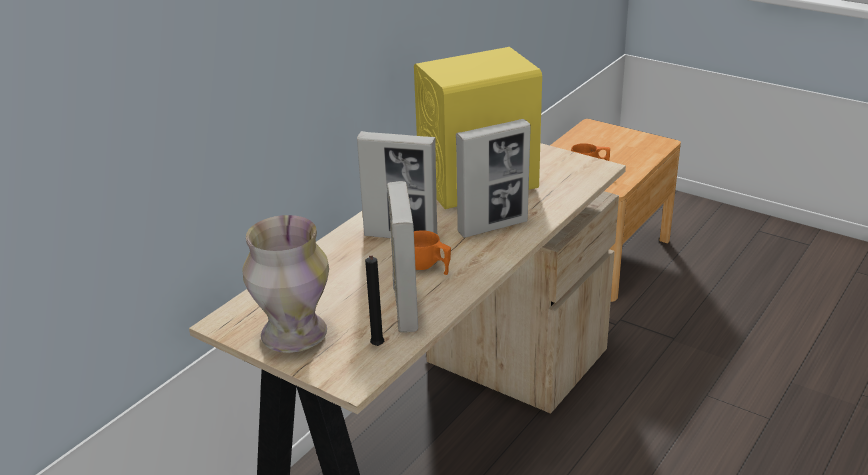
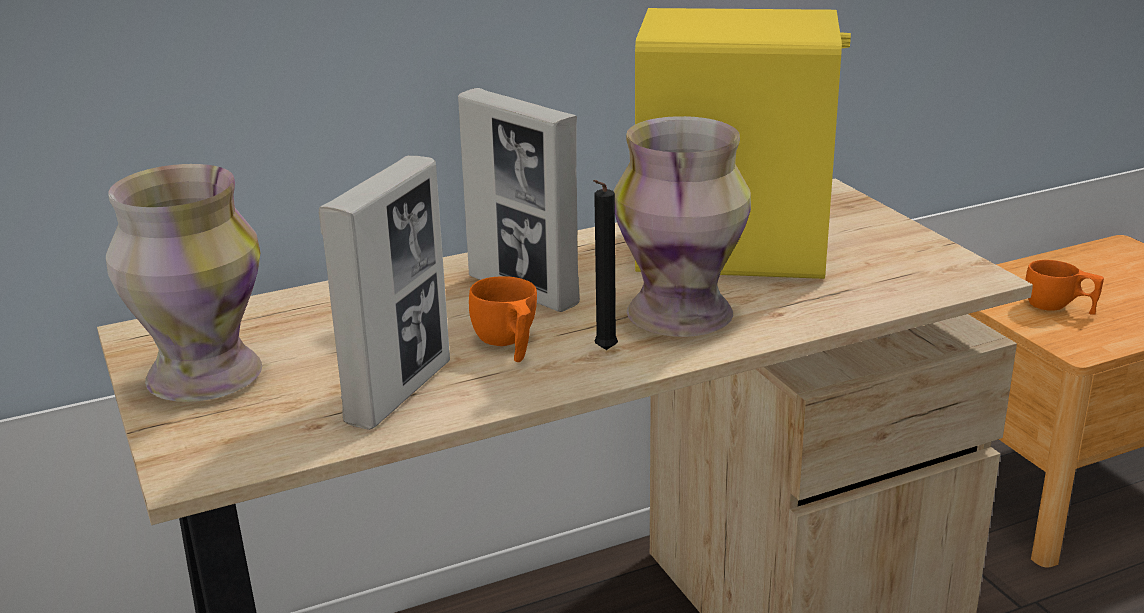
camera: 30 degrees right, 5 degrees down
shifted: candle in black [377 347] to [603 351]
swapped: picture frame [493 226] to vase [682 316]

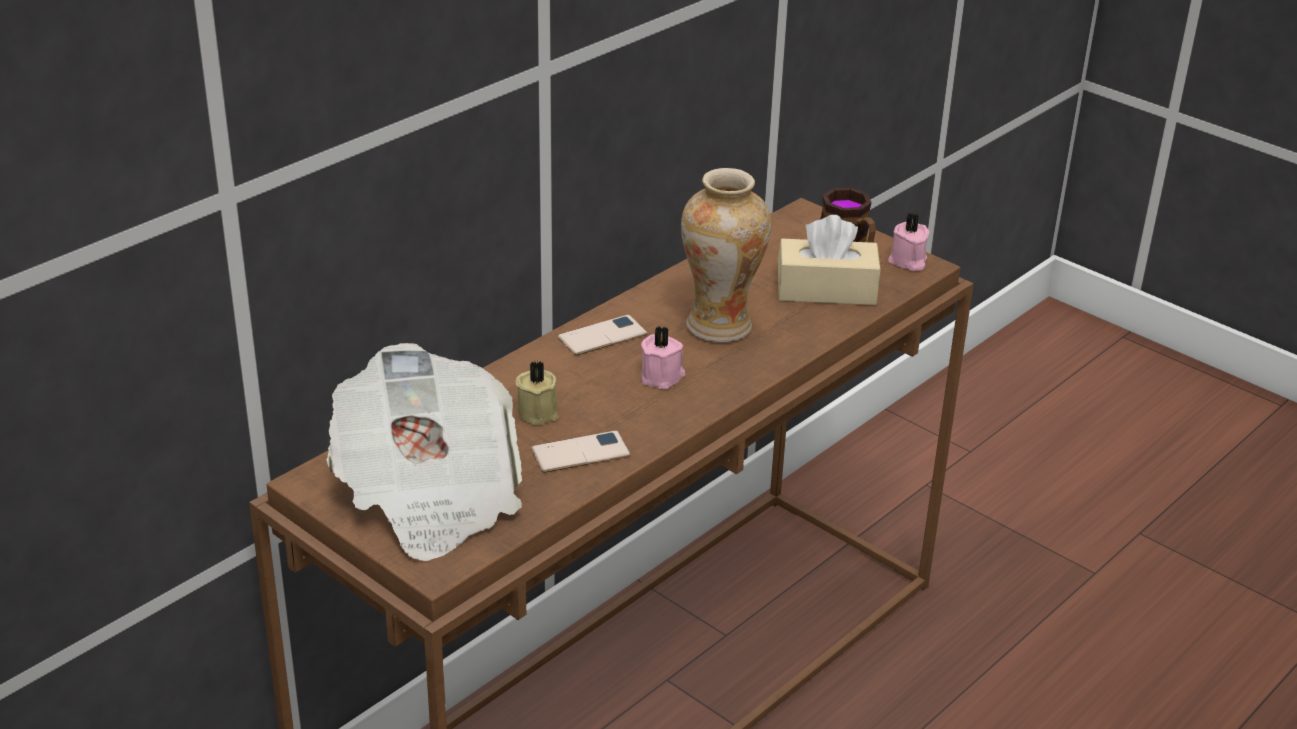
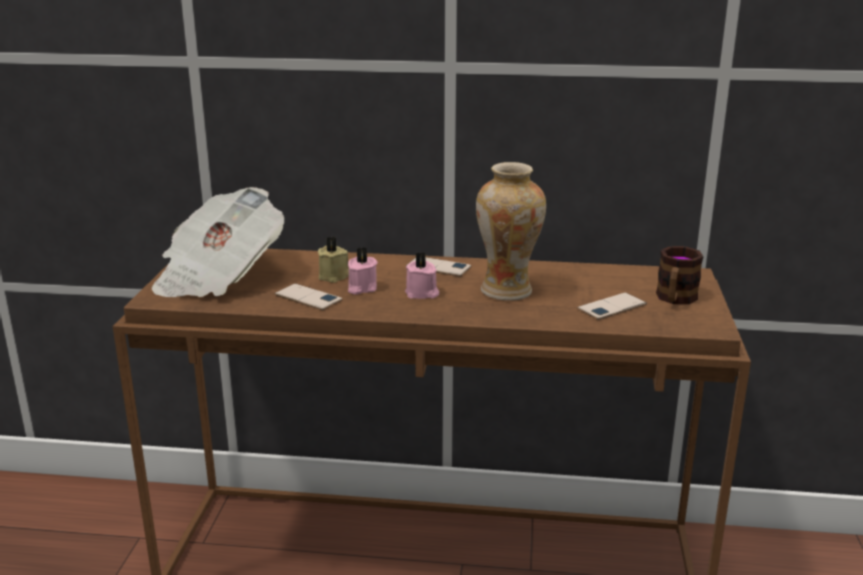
camera: 55 degrees right, 10 degrees down
shifted: candle in pink [908 261] to [361 288]
swapped: tissue box in beige [826 290] to phone [612 307]

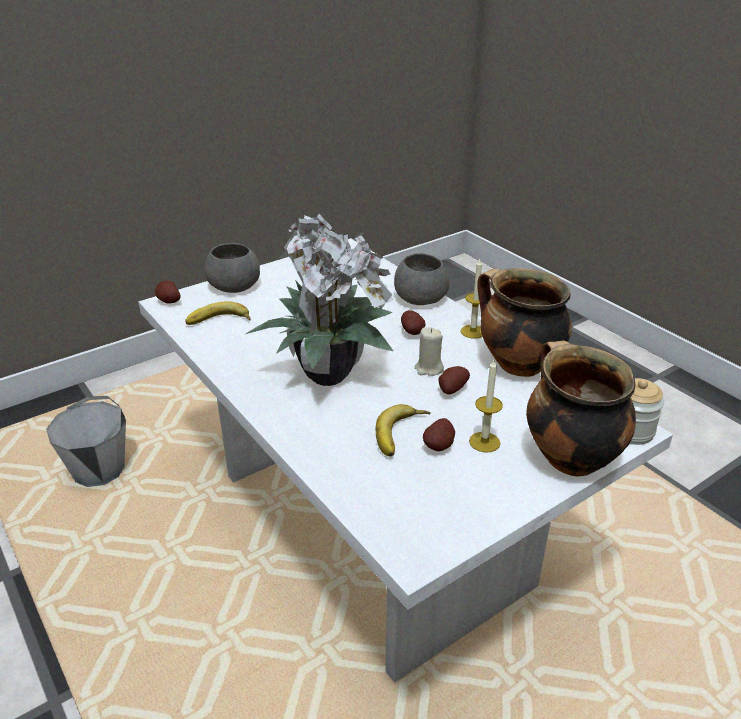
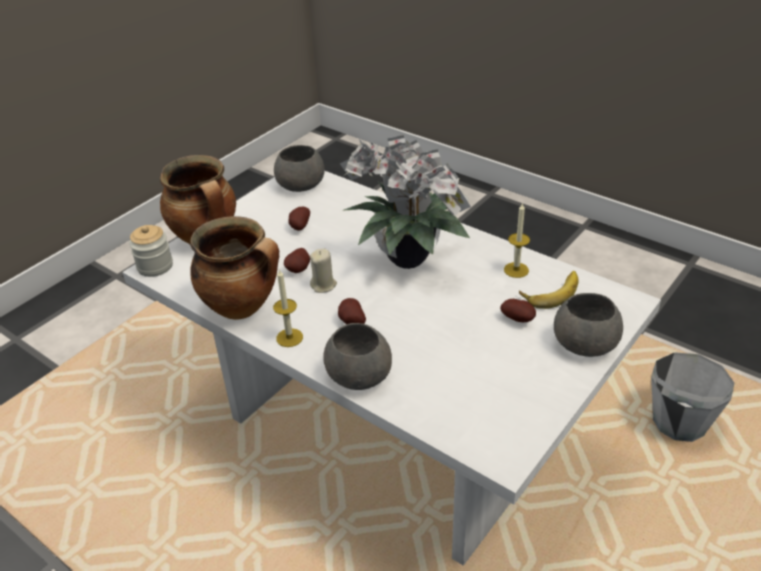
camera: 165 degrees right, 5 degrees up
gone: banana [402 435]
new: bowl in grey [302 184]
shifted: potato [168 302] to [518 319]; candle [484 442] to [516 270]

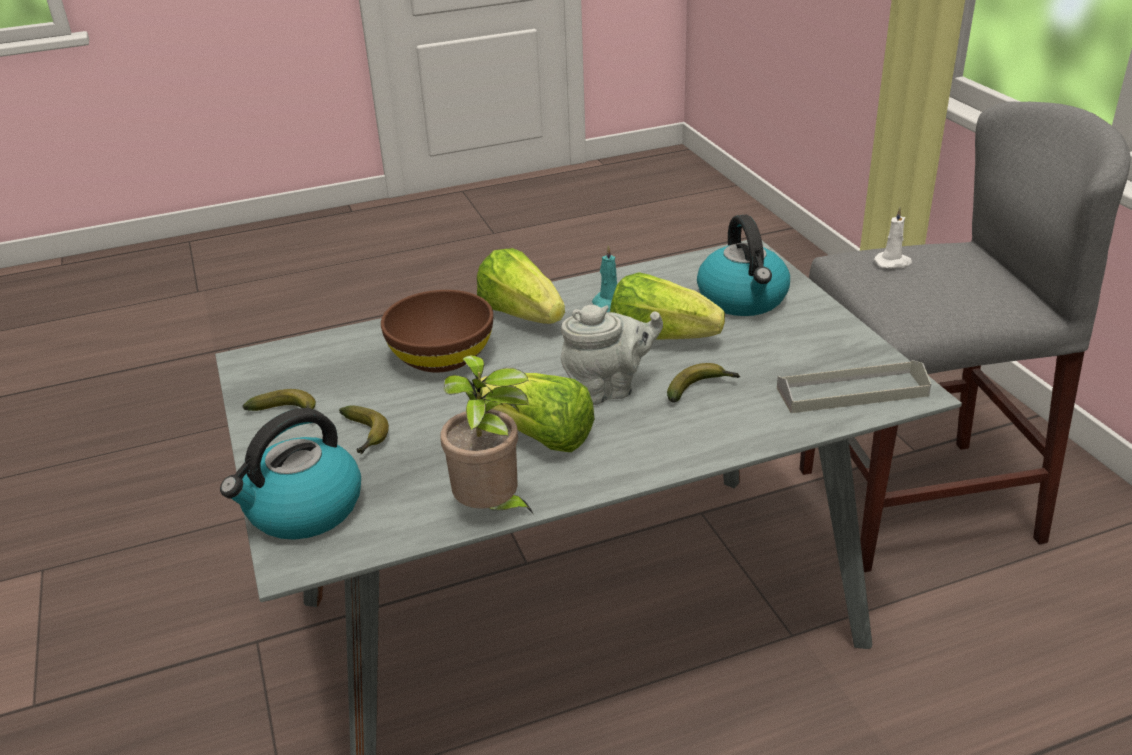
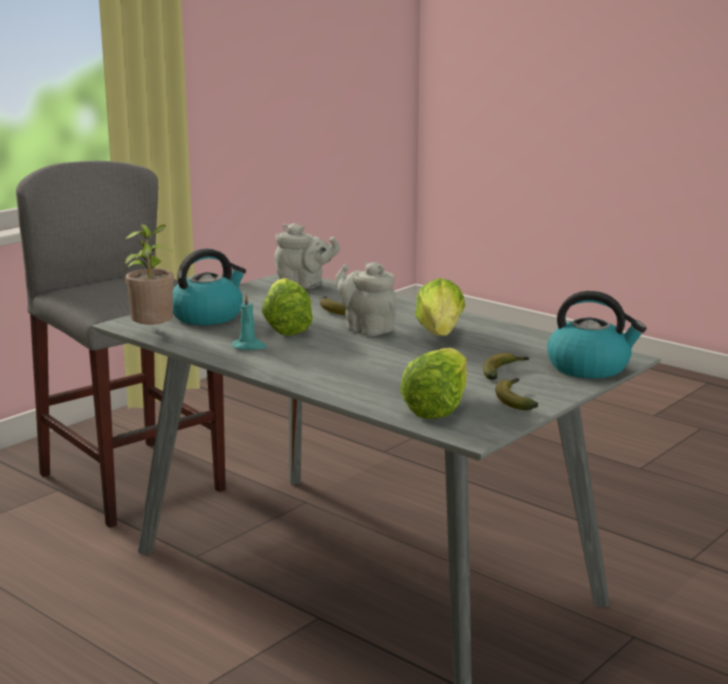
camera: 120 degrees left, 15 degrees down
gone: bowl in brown [441 357]; candle in white [893 263]
shifted: potted plant [492 510] to [153 333]; lettuce [522 315] to [437 407]
swapped: tray in grey [852 392] to teapot in grey [304 285]

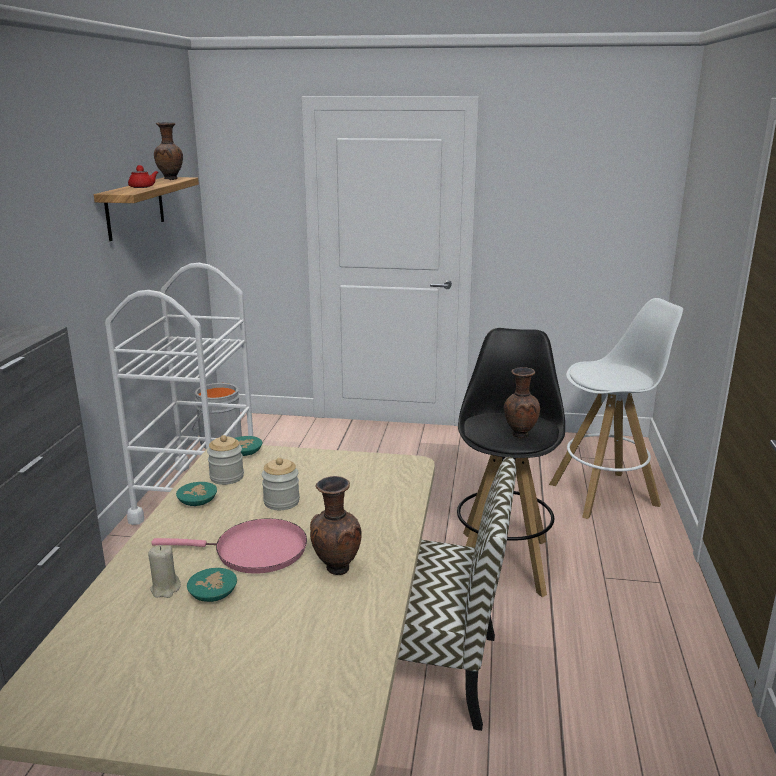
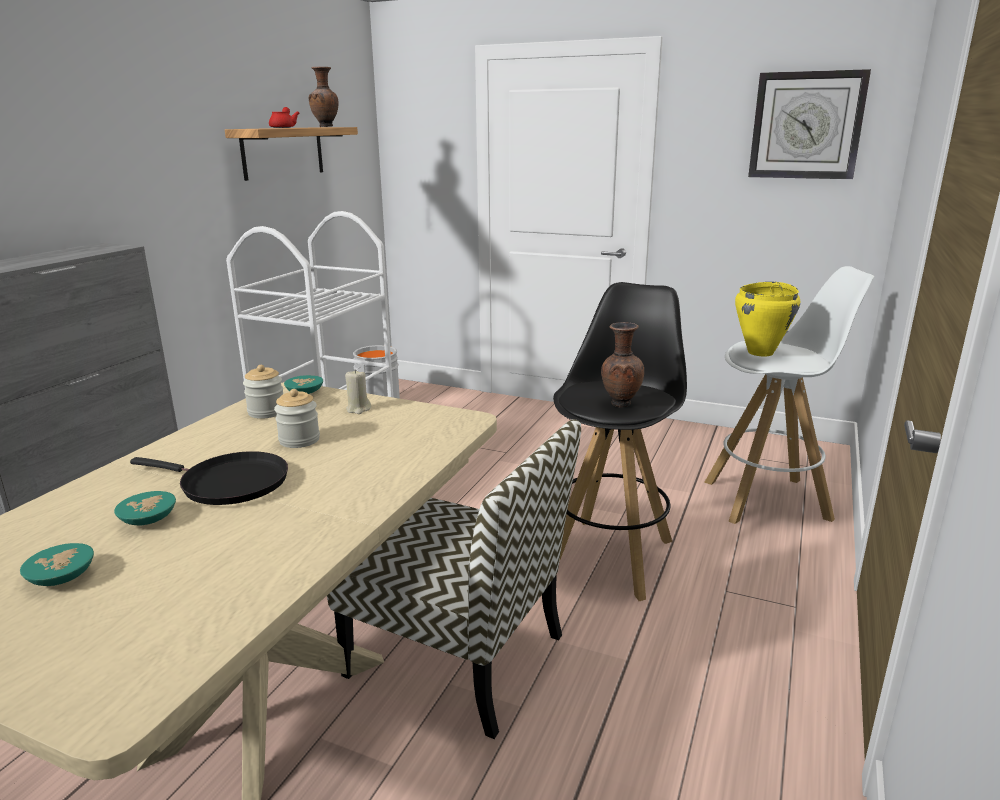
camera: 15 degrees right, 0 degrees up
gone: vase in brown [335 569]
new: cooking pot in yellow [761 352]; wall clock [806 125]
shifted: candle in beige [165 589] to [358 409]; bowl in turquoise [198 501] to [64 576]
repainted: frying pan in pink [254 551] to frying pan in black [228 483]

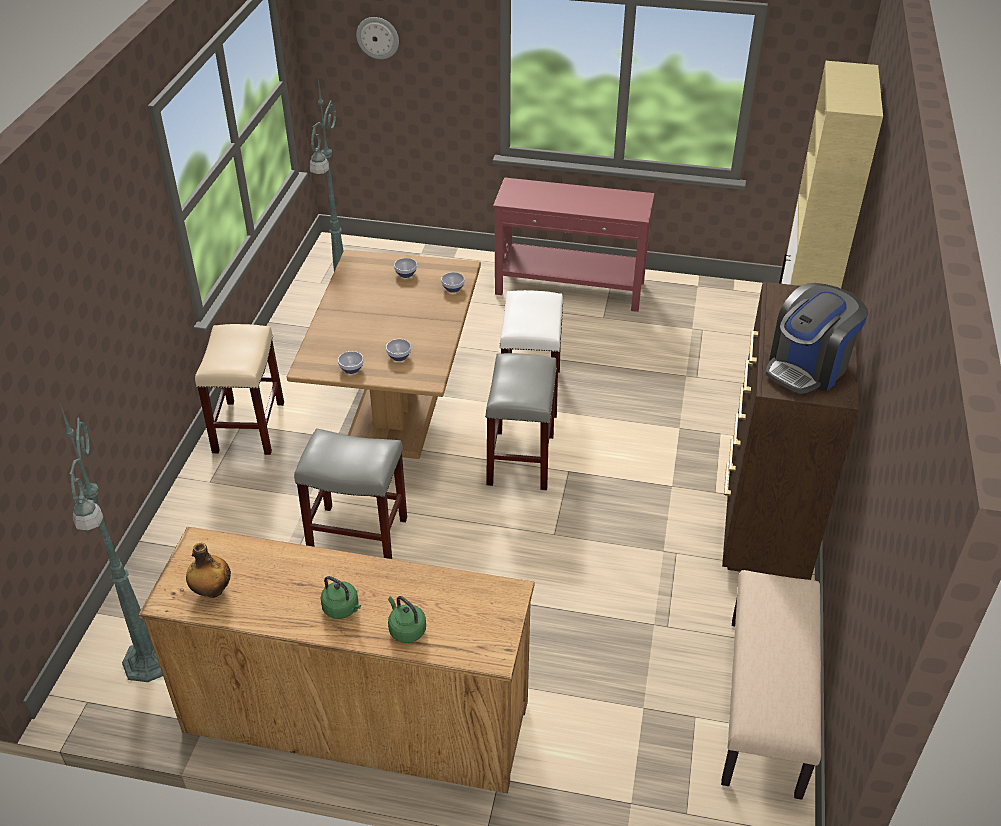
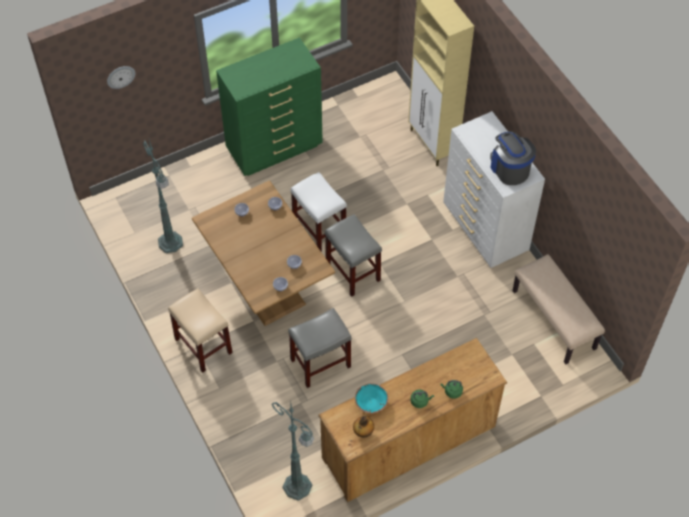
camera: 40 degrees left, 15 degrees up
new: bowl in turquoise [371 402]
swapped: console table in red [570 288] to dresser in green [275 148]
repainted: dresser in brown [764 519] to dresser in white [484 230]
rotated: coffee machine [808 367] = [509 168] 150 degrees clockwise

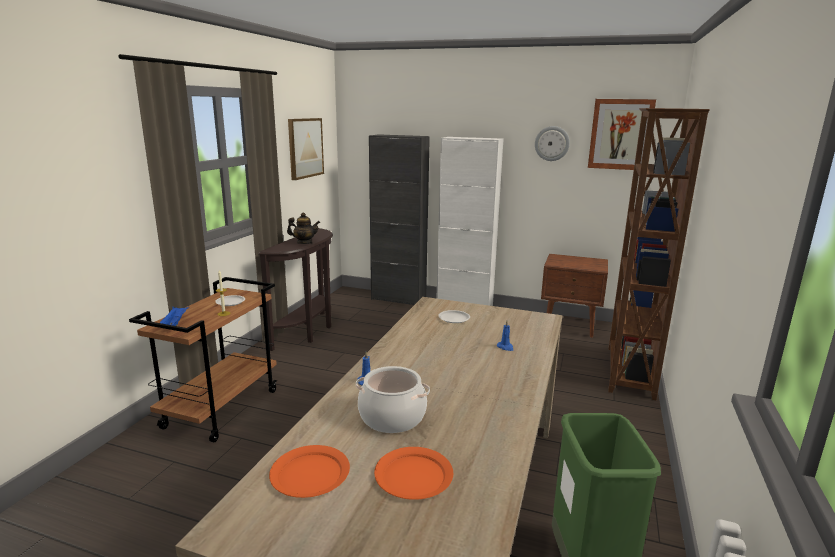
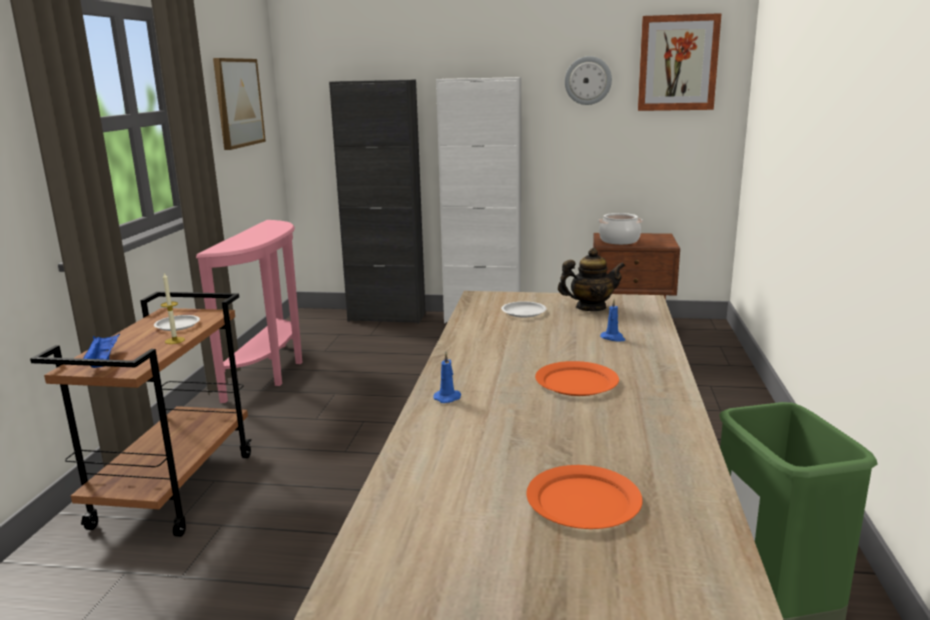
camera: 10 degrees left, 0 degrees up
gone: bookcase in brown [628 372]
shifted: plate in orange [309 474] to [575 382]; teapot [304 242] to [590 308]; cooking pot [392 417] to [619 241]
repainted: console table in brown [309 332] to console table in pink [271 372]

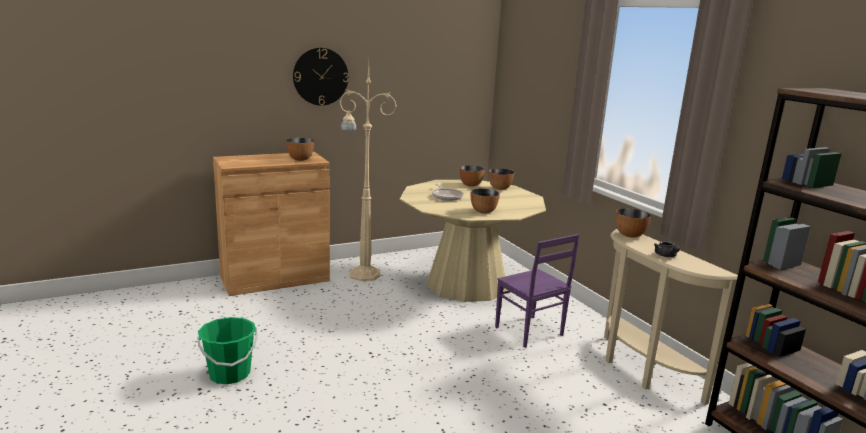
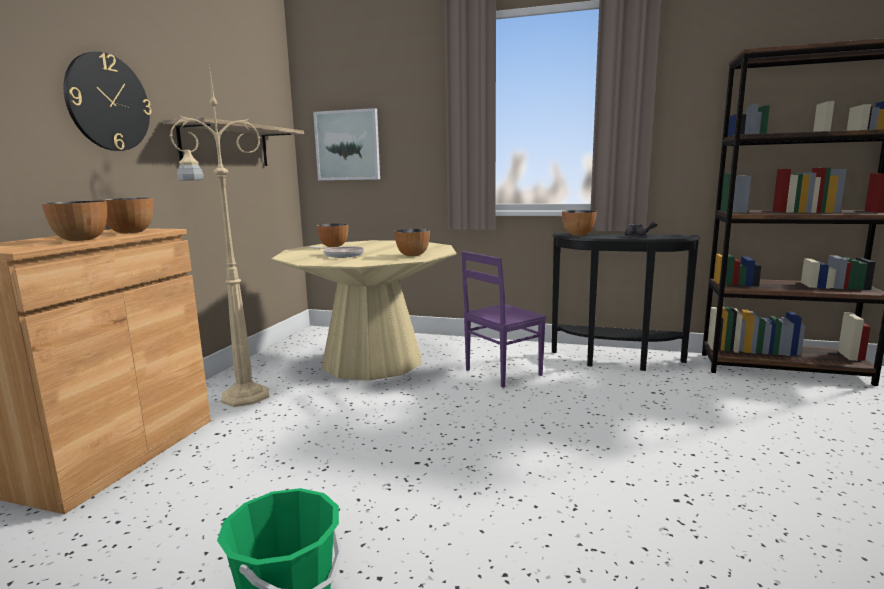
camera: 45 degrees left, 5 degrees down
new: shelf [226 146]; picture [347 145]
shifted: bowl [500 188] to [81 239]
repainted: console table in beige [640 371] to console table in black [617 361]
rotated: chair in purple [529 332] = [501 372] 135 degrees clockwise

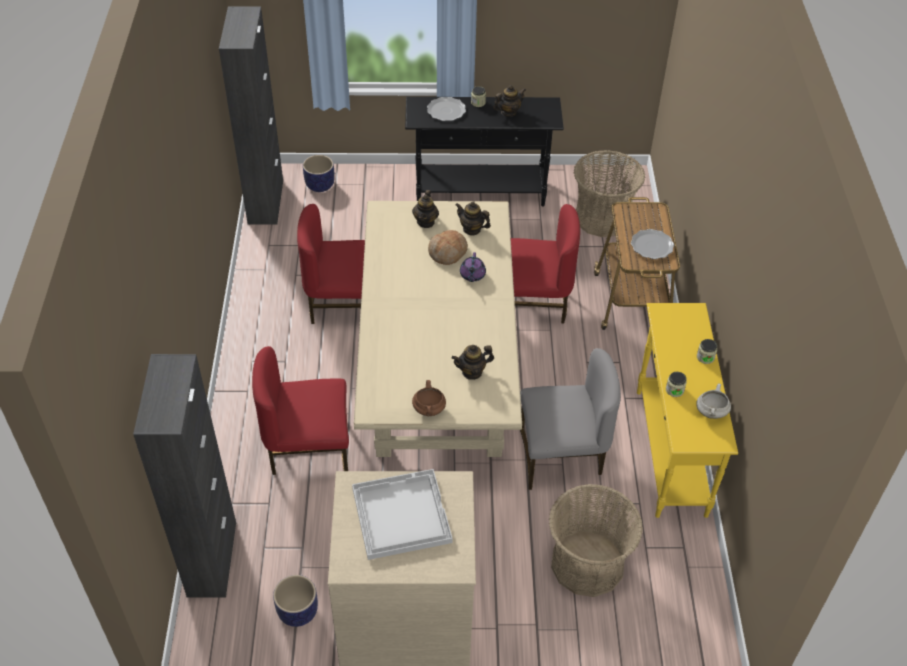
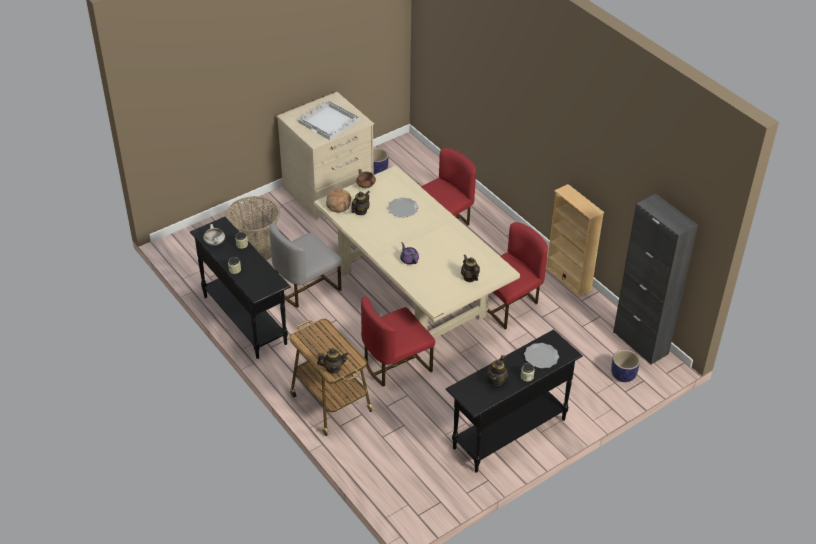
camera: 145 degrees right, 5 degrees down
gone: cabinet in black [212 559]; basket [602 217]
new: bookcase in beige [568 279]
shifted: bread [448 252] to [338 204]; teapot [472 229] to [333 368]; plate [651 246] to [403 208]
repainted: console table in yellow [670 452] to console table in black [245 319]

